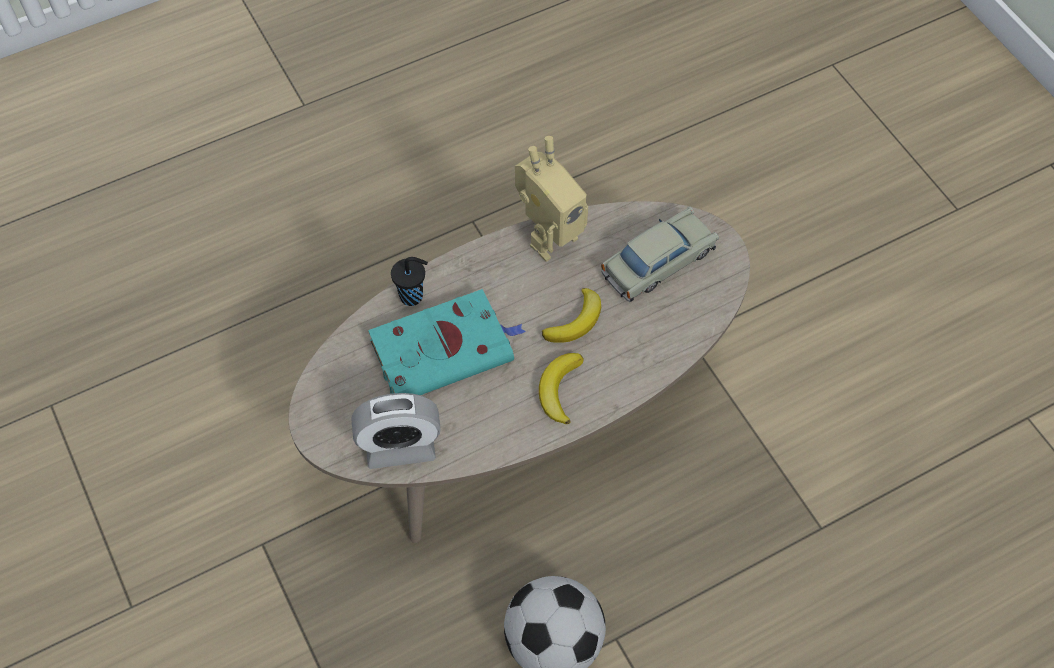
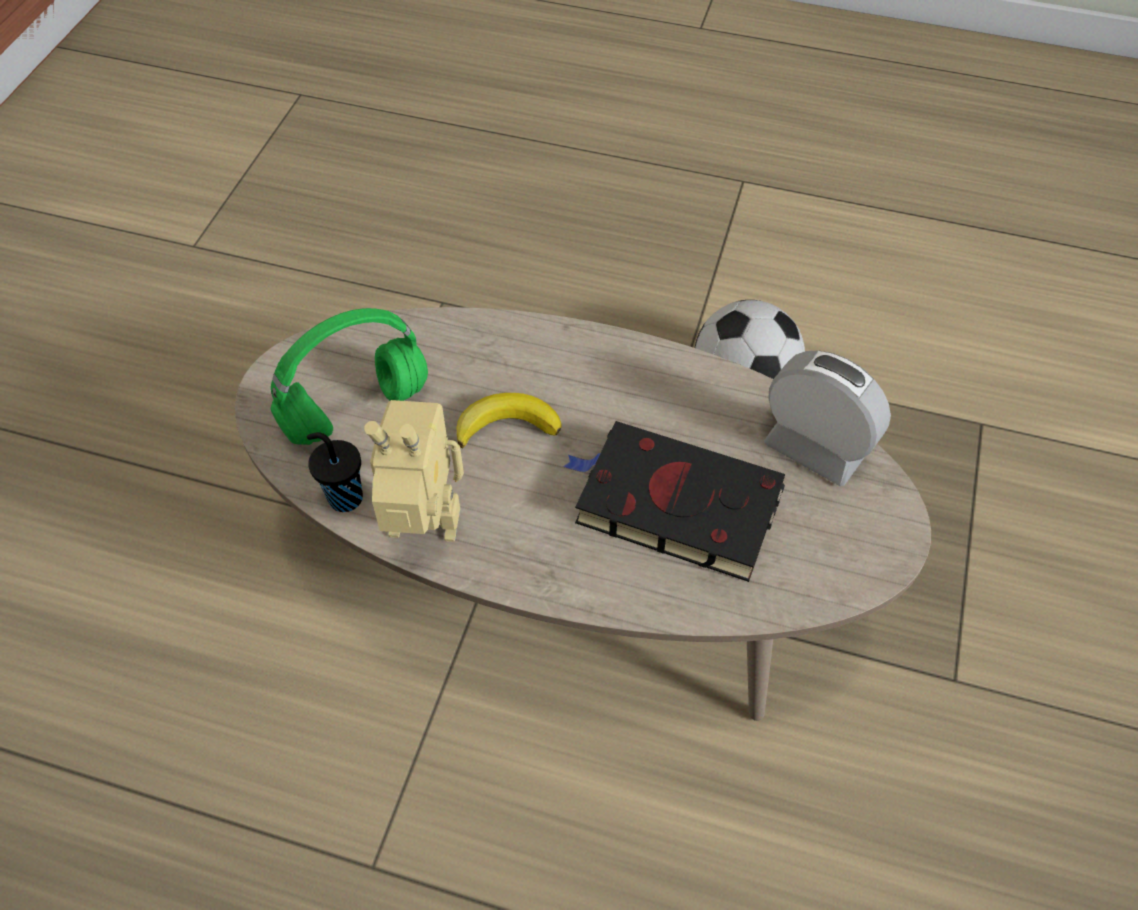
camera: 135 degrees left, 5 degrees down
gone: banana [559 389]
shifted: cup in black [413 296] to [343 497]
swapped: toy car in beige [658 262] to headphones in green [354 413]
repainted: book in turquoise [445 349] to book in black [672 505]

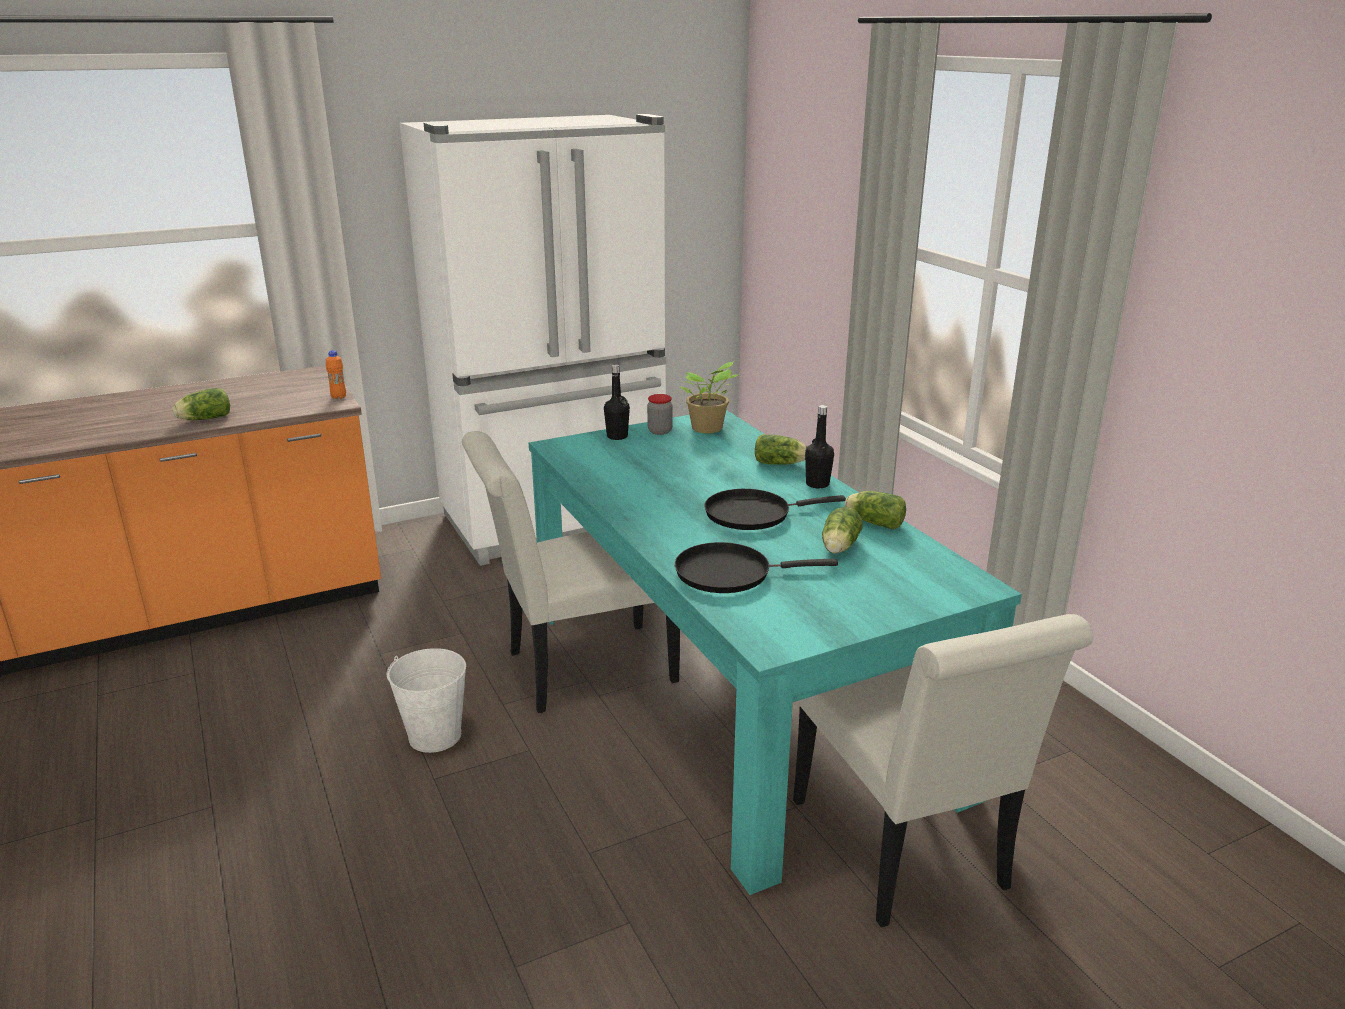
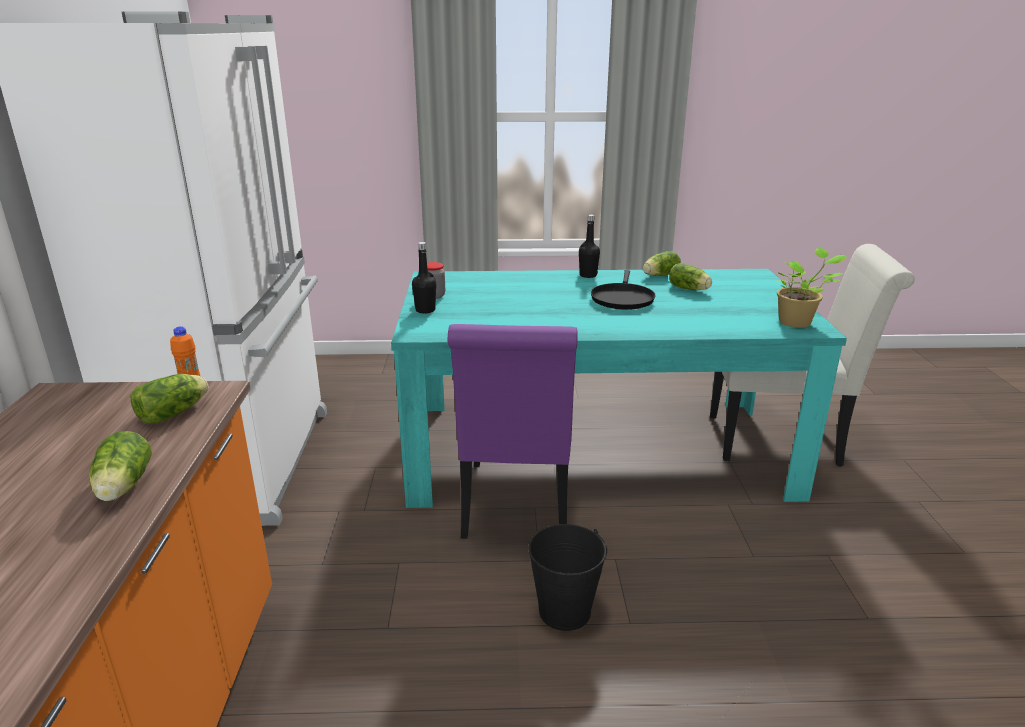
camera: 65 degrees left, 0 degrees up
gone: frying pan in black [729 573]
shifted: potted plant [708 429] to [797 322]; lettuce [781 464] to [176 412]
repainted: bucket in white [435 735] to bucket in black [564 611]; chair in white [579 670] to chair in purple [516 508]

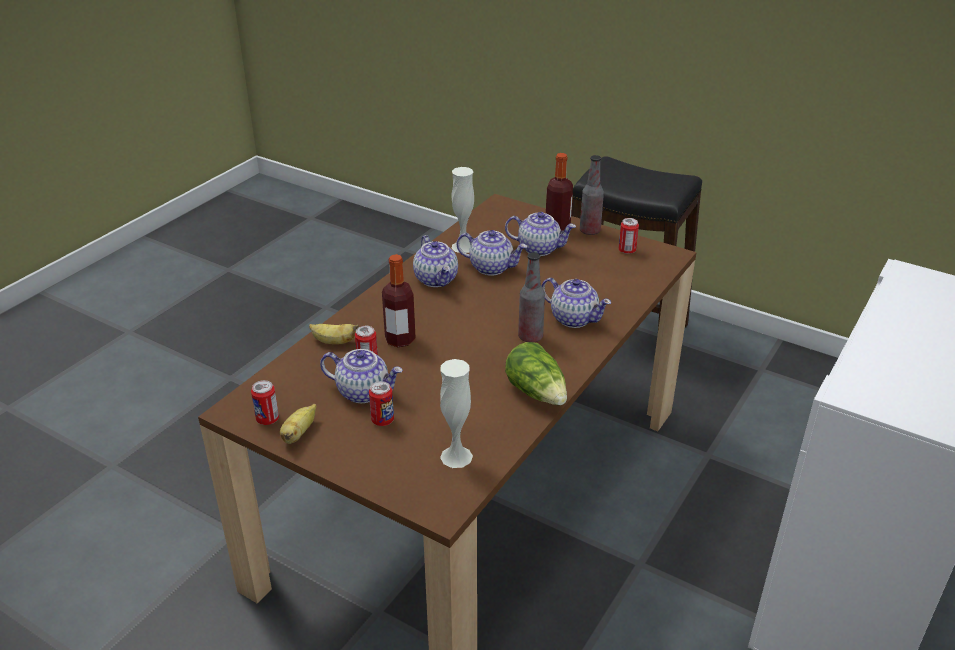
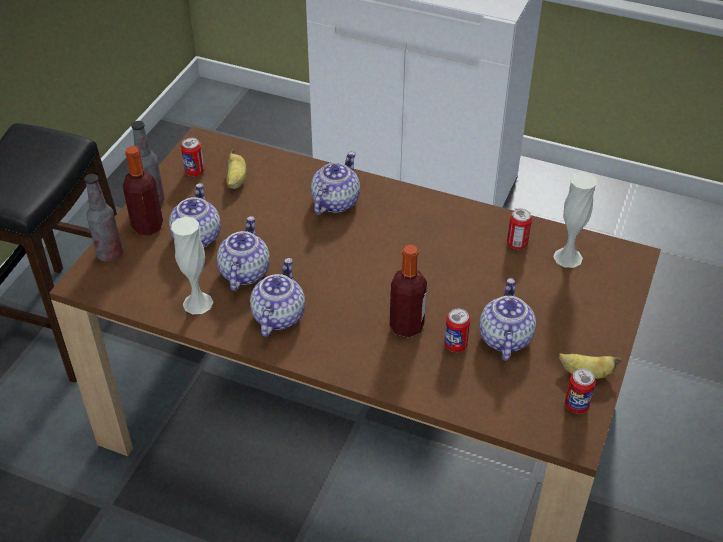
camera: 100 degrees left, 10 degrees up
gone: lettuce [537 393]
shifted: banana [333 342] to [236 180]; can [382 420] to [517 244]; bottle [530 337] to [110 254]
rotated: teapot [436 279] = [278 315] 45 degrees counterclockwise

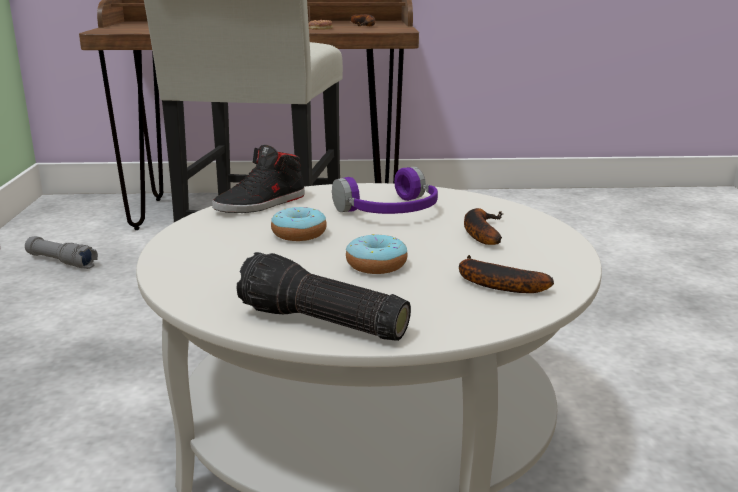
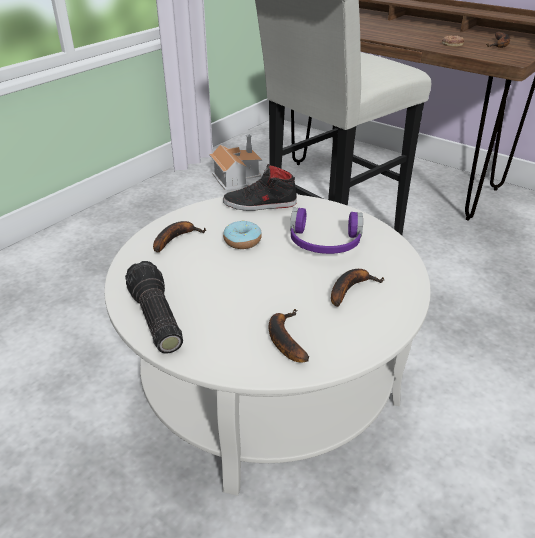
camera: 40 degrees right, 15 degrees up
gone: donut [376 265]
new: banana [175 238]
swapped: flashlight in grey [61 262] to toy house [236 176]

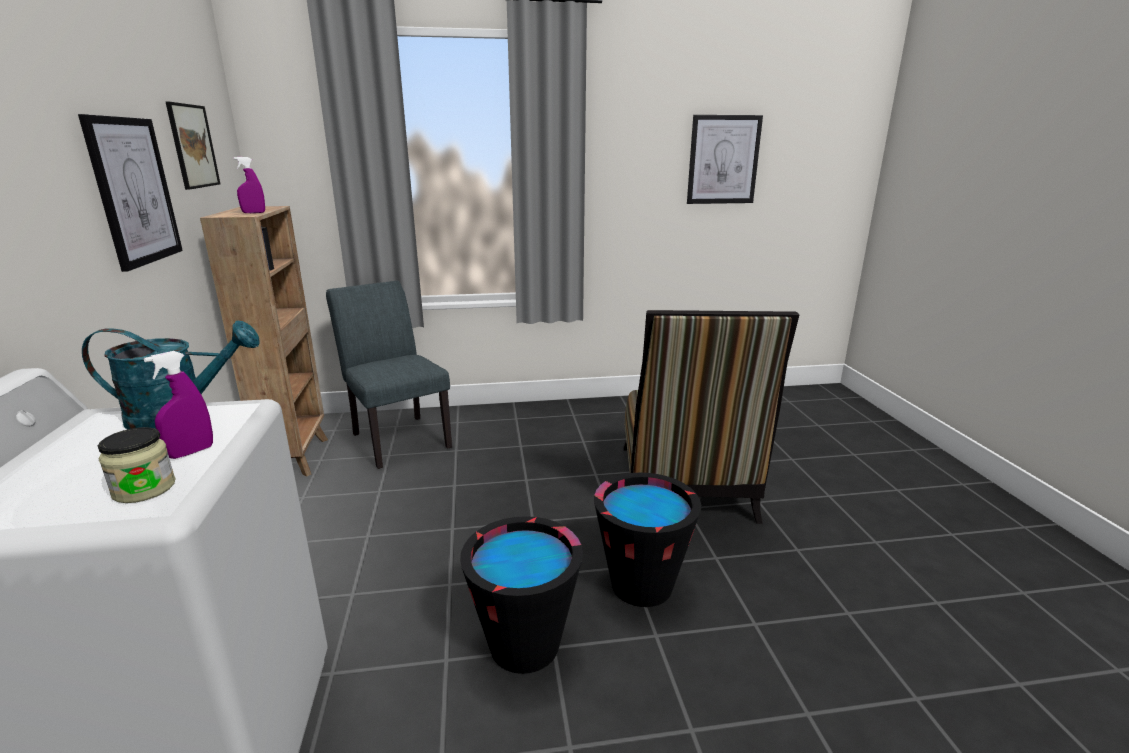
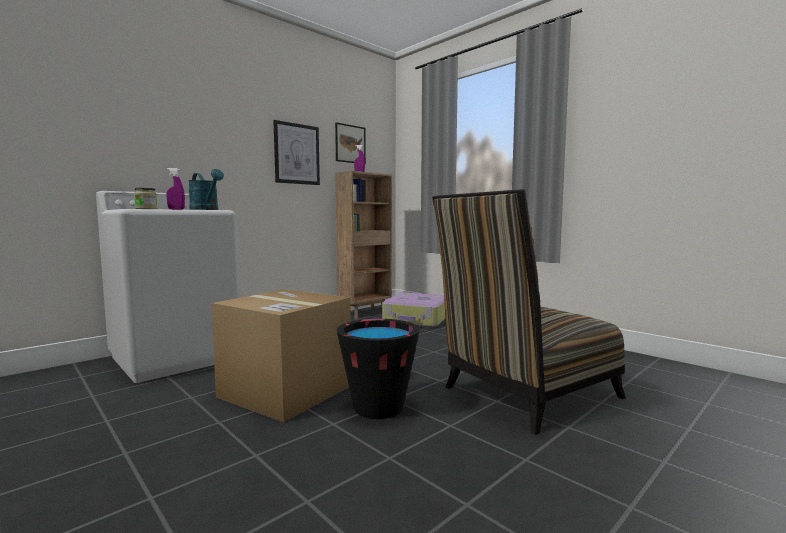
camera: 55 degrees right, 15 degrees down
gone: picture [723 160]
swapped: chair in grey [398 437] to suitcase [416 319]; bucket in black [524 645] to cardboard box [285 391]

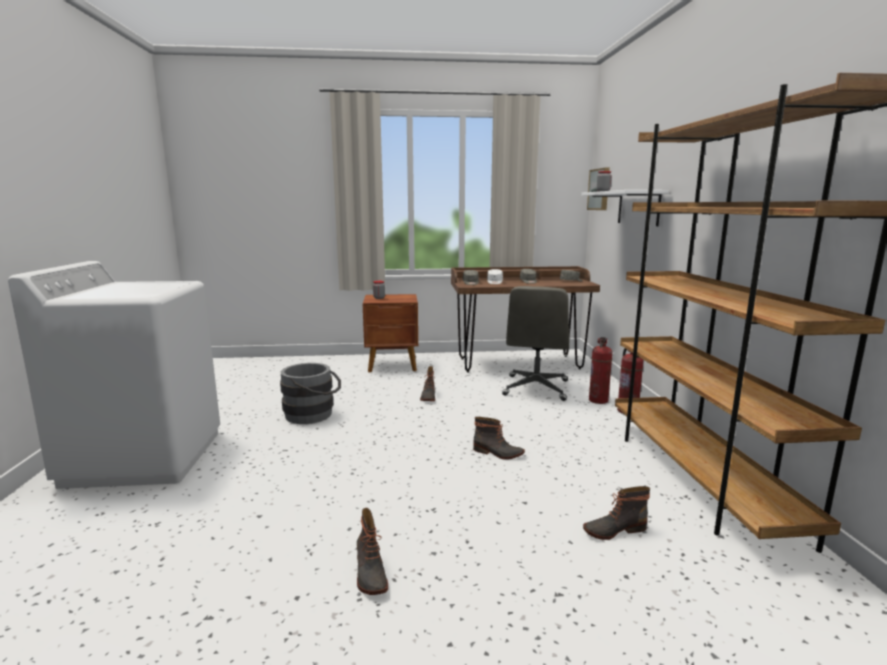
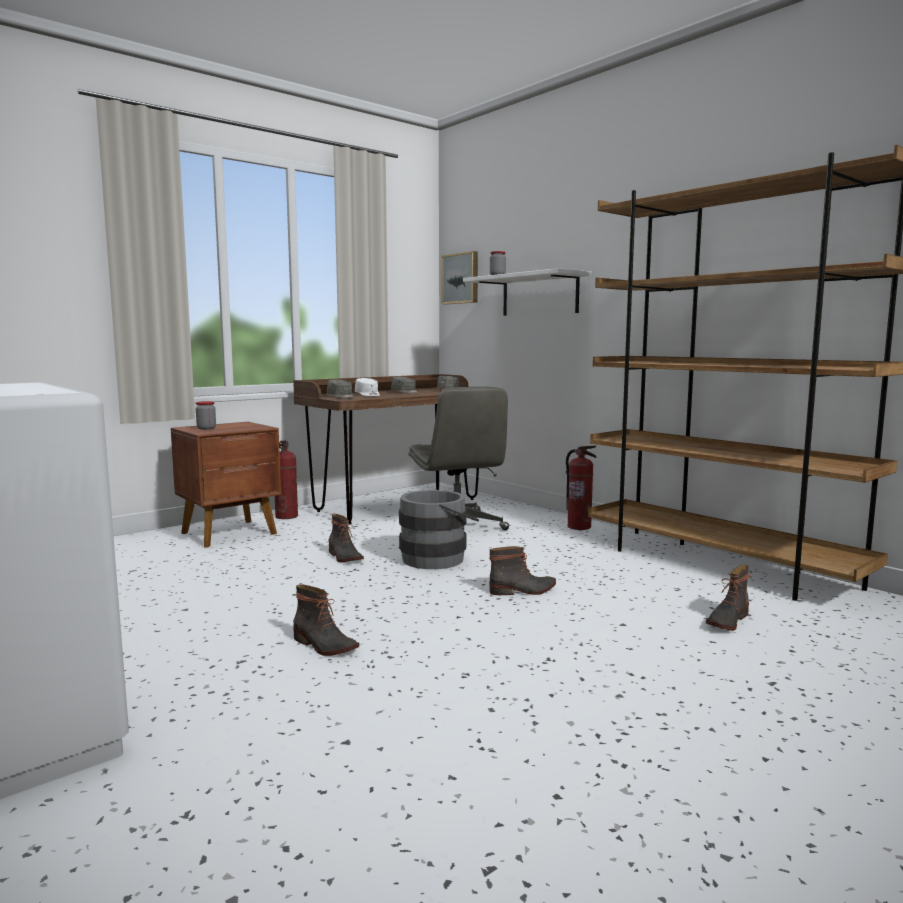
camera: 35 degrees left, 5 degrees down
shifted: bucket in grey [313 415] to [439 558]; boot [369 573] to [323 645]; fire extinguisher [598 400] to [287 516]

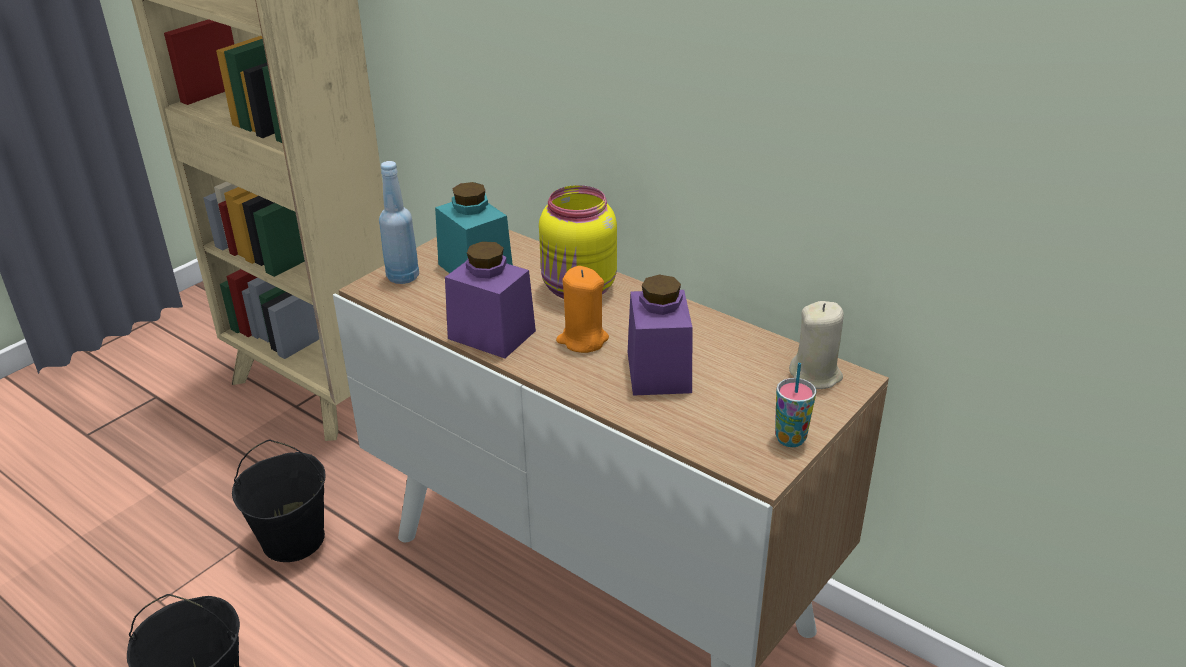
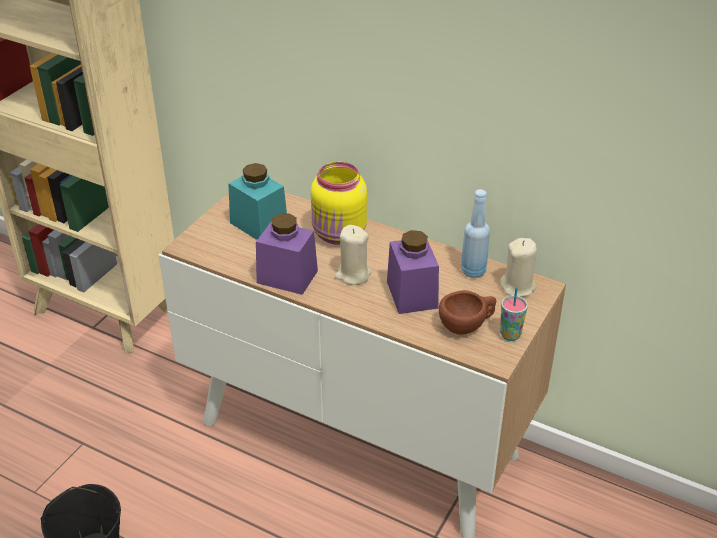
camera: 10 degrees left, 5 degrees up
gone: bucket in black [293 539]
new: cup in brown [467 325]
shifted: bottle in blue [403 277] to [473 271]
repainted: candle in orange [582 340] to candle in beige [353 275]

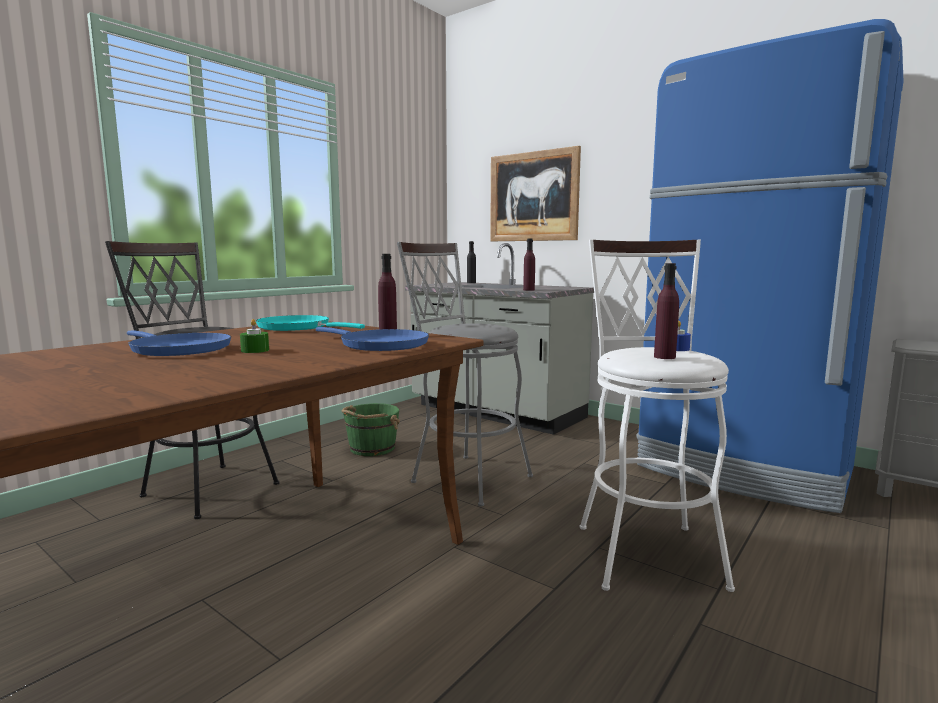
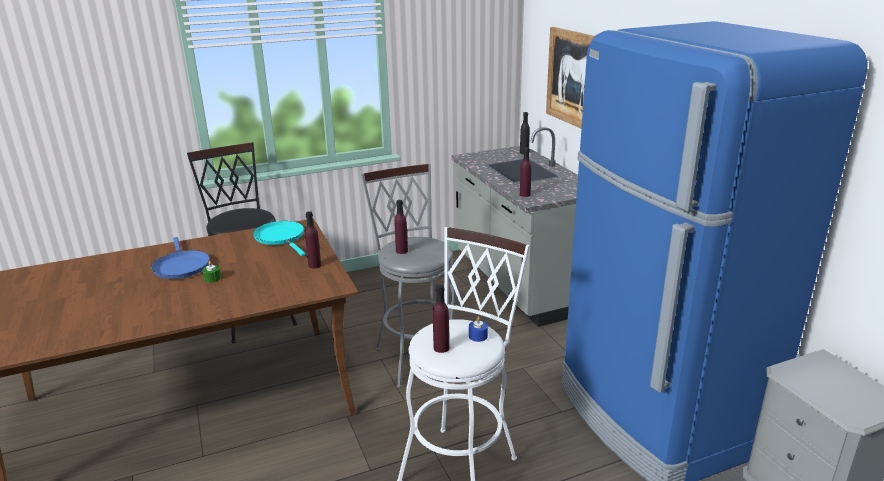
camera: 30 degrees right, 15 degrees up
gone: frying pan in blue [379 345]; bucket in green [371 448]
new: bottle in purple [401 251]

